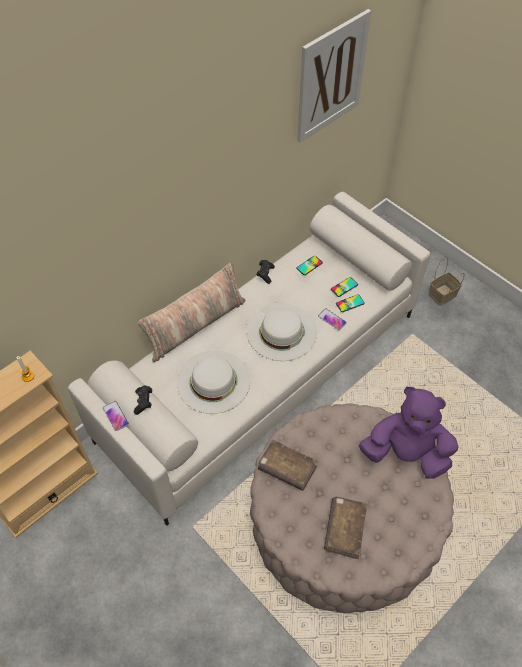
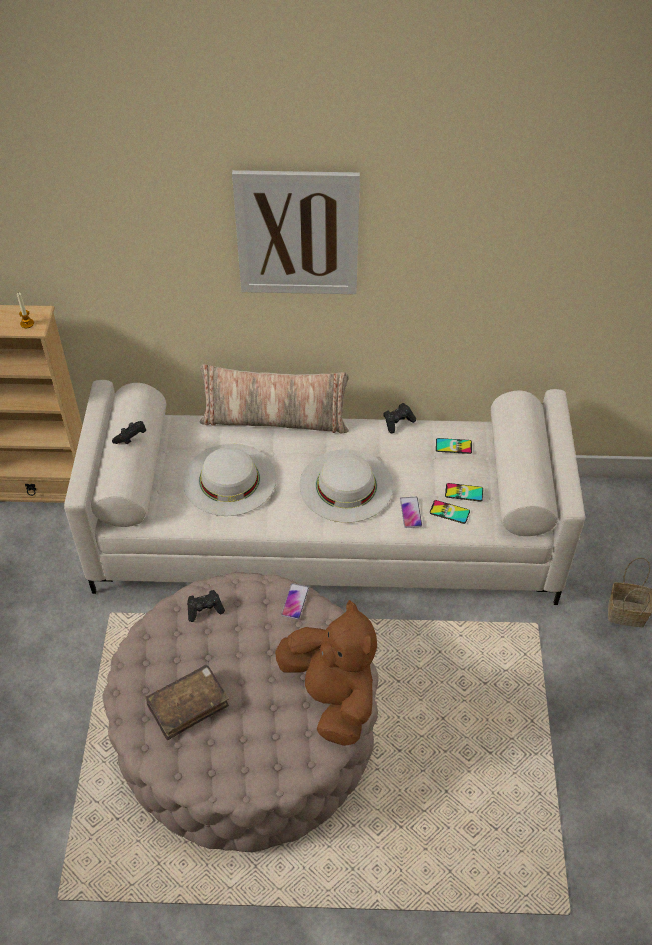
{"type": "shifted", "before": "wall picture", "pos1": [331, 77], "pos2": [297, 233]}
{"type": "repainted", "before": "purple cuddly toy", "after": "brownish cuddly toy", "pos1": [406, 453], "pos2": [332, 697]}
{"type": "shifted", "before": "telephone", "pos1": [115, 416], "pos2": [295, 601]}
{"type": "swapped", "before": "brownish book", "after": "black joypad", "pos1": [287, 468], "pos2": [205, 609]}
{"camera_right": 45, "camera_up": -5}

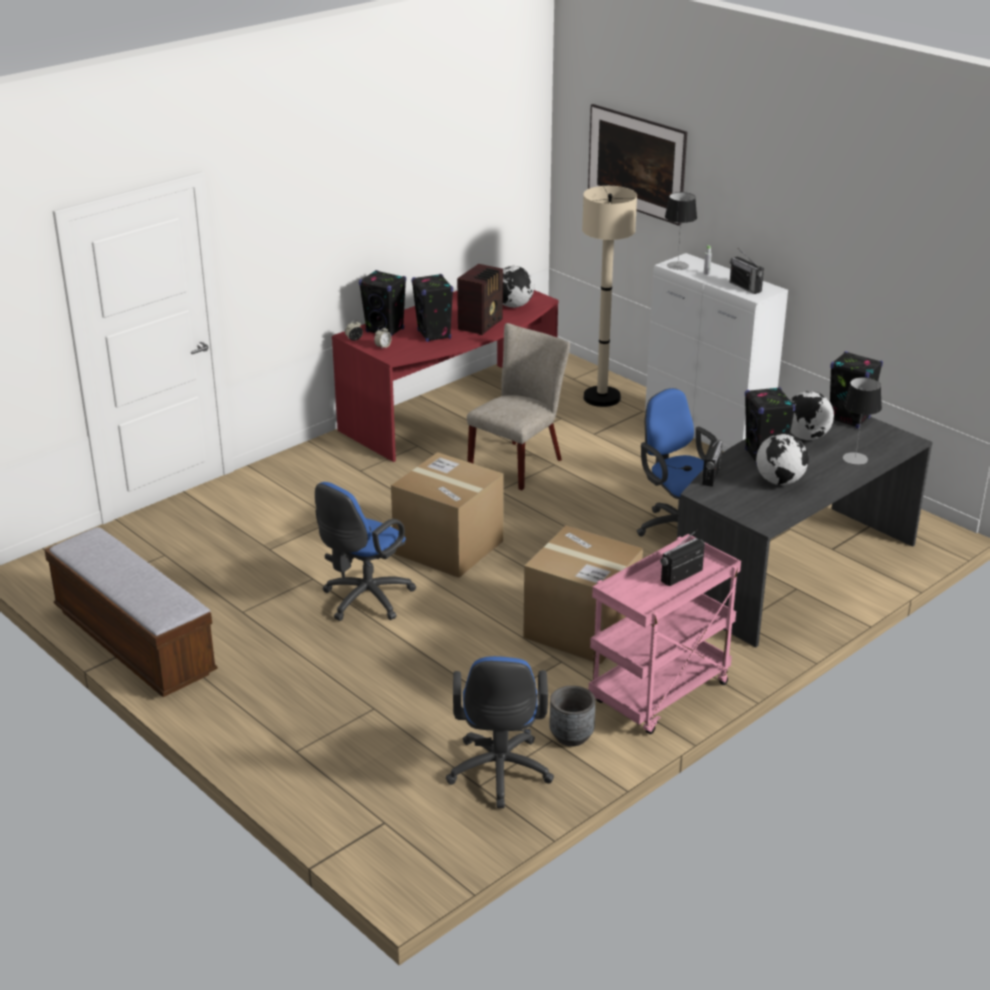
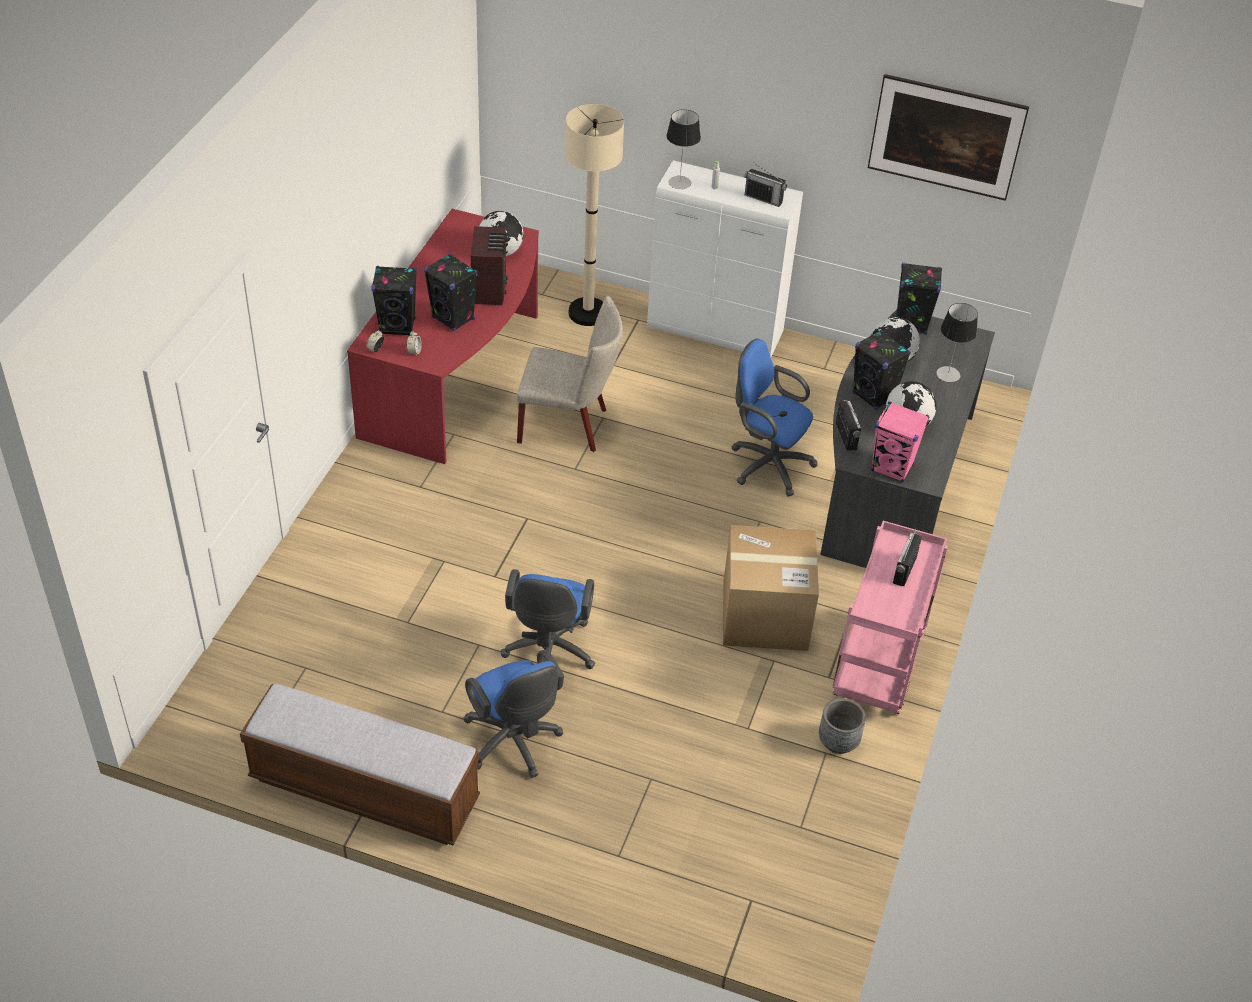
{"type": "shifted", "before": "wall picture", "pos1": [635, 186], "pos2": [941, 159]}
{"type": "rotated", "before": "beige chair", "pos1": [519, 462], "pos2": [569, 425], "turn": 90}
{"type": "gone", "before": "packing box", "pos1": [448, 547]}
{"type": "shifted", "before": "blue computer chair", "pos1": [499, 775], "pos2": [514, 744]}
{"type": "new", "after": "pinkish speaker", "pos2": [892, 468]}
{"camera_right": -30, "camera_up": 15}

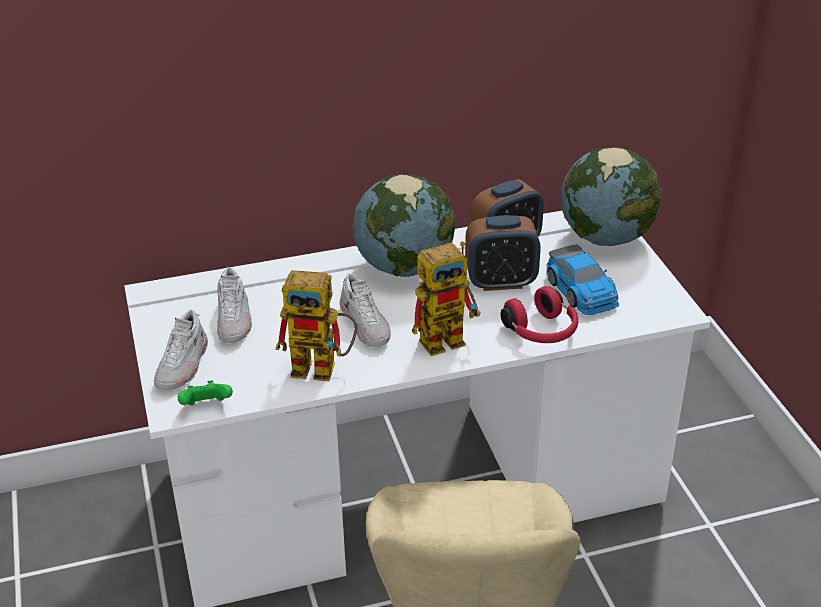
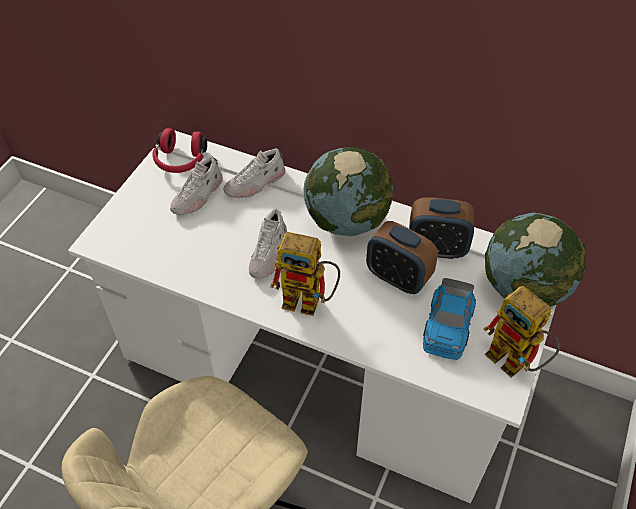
{"type": "shifted", "before": "toy robot", "pos1": [324, 368], "pos2": [515, 362]}
{"type": "shifted", "before": "red headphones", "pos1": [542, 332], "pos2": [180, 161]}
{"type": "shifted", "before": "whitish item of footwear", "pos1": [183, 366], "pos2": [255, 183]}
{"type": "gone", "before": "green joypad", "pos1": [207, 407]}
{"camera_right": 40, "camera_up": 15}

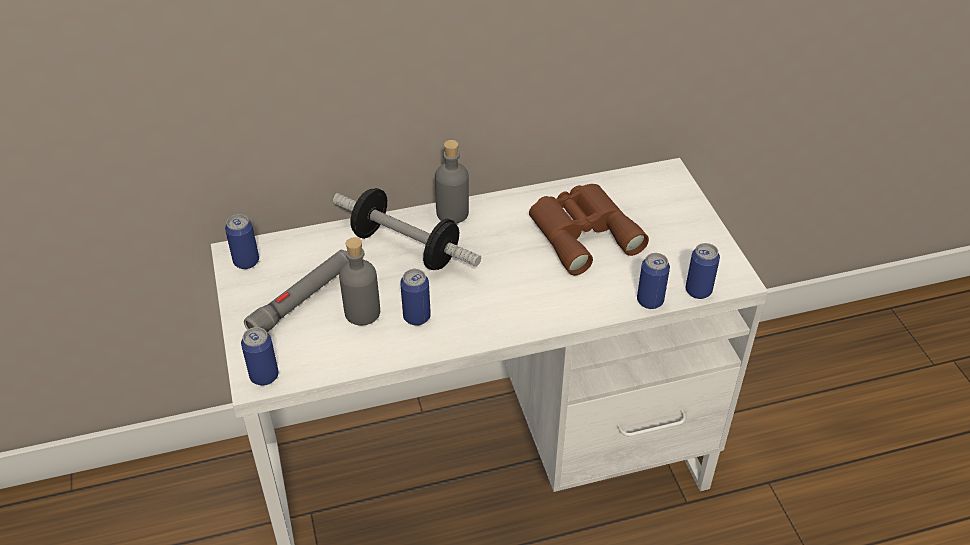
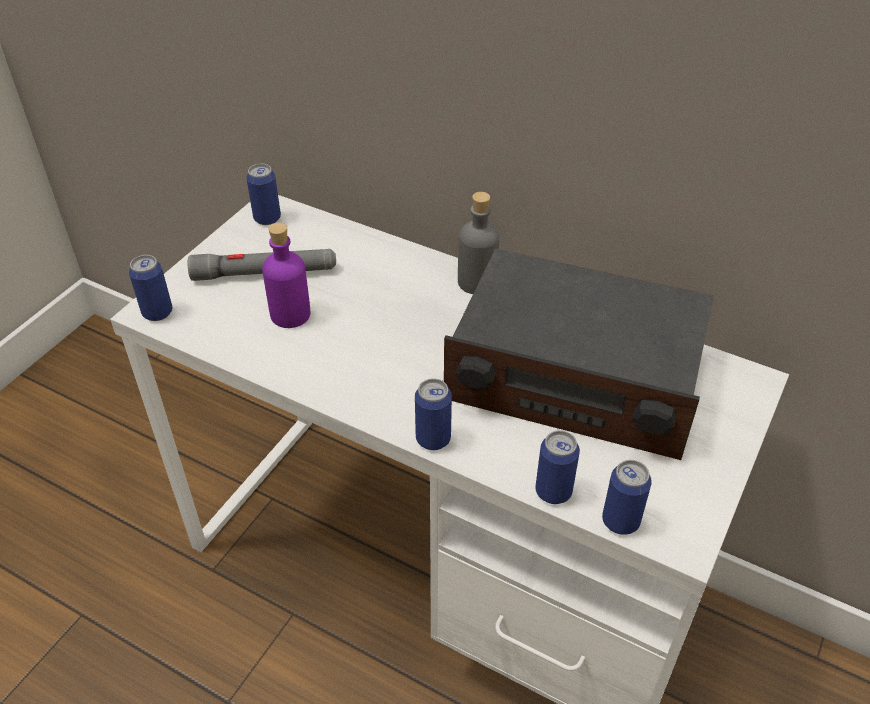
{"type": "swapped", "before": "brownish pair of binoculars", "after": "radio", "pos1": [582, 232], "pos2": [575, 377]}
{"type": "gone", "before": "free weight", "pos1": [406, 248]}
{"type": "repainted", "before": "grey beverage bottle", "after": "purple beverage bottle", "pos1": [362, 312], "pos2": [290, 314]}
{"type": "shifted", "before": "metal can", "pos1": [417, 317], "pos2": [433, 439]}
{"camera_right": 45, "camera_up": 0}

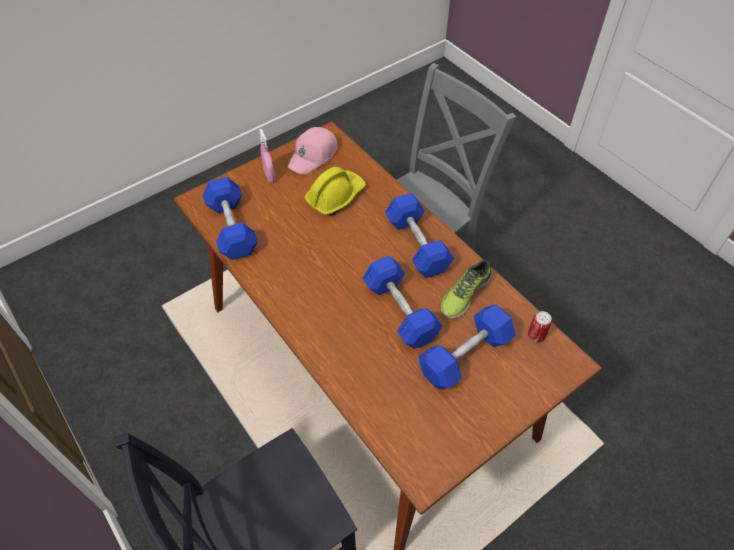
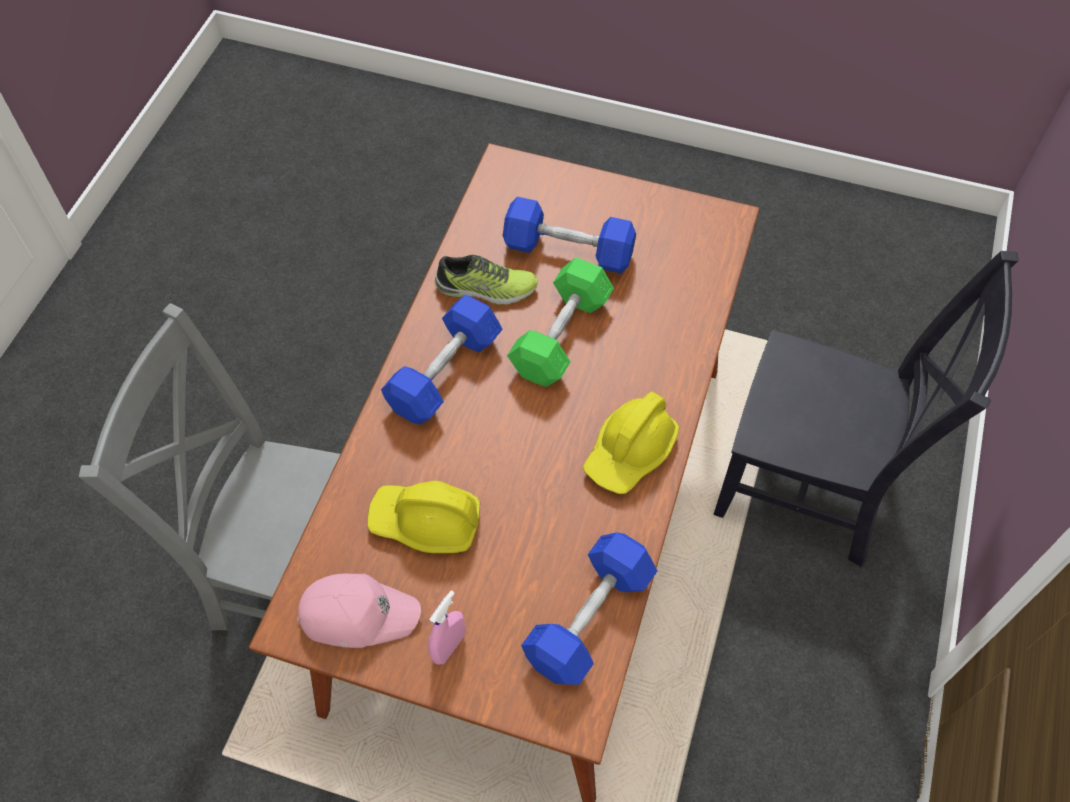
{"type": "repainted", "before": "blue free weight", "after": "green free weight", "pos1": [400, 311], "pos2": [561, 335]}
{"type": "gone", "before": "metal can", "pos1": [536, 336]}
{"type": "new", "after": "yellow work helmet", "pos2": [630, 452]}
{"camera_right": -125, "camera_up": 5}

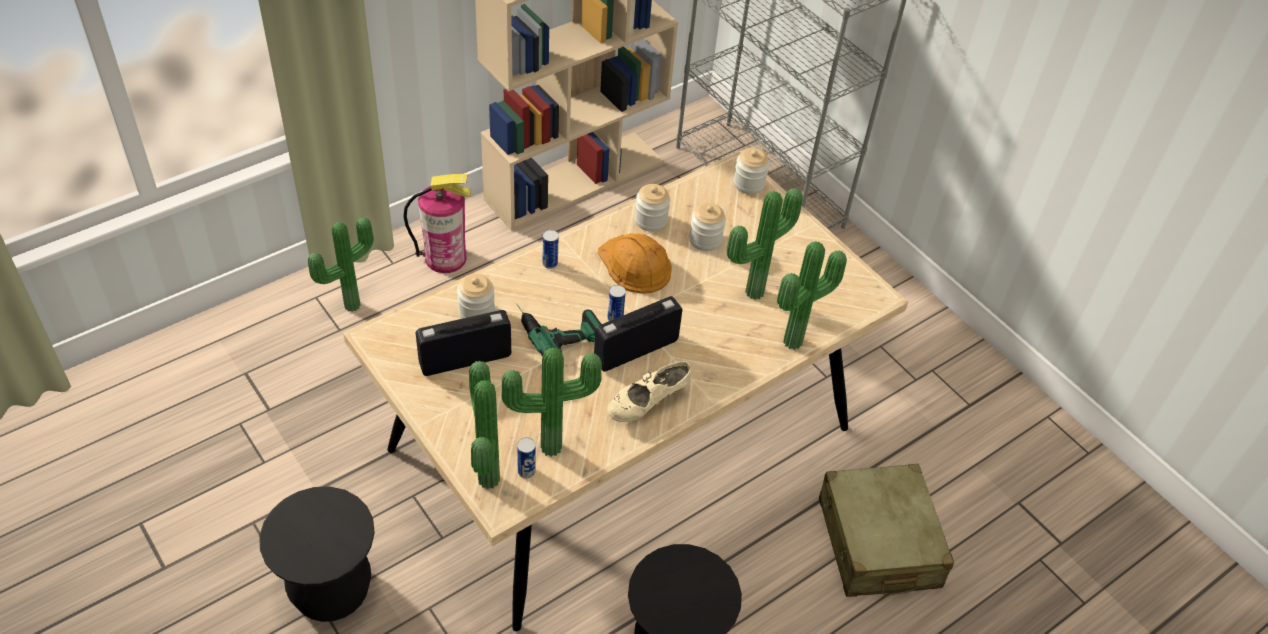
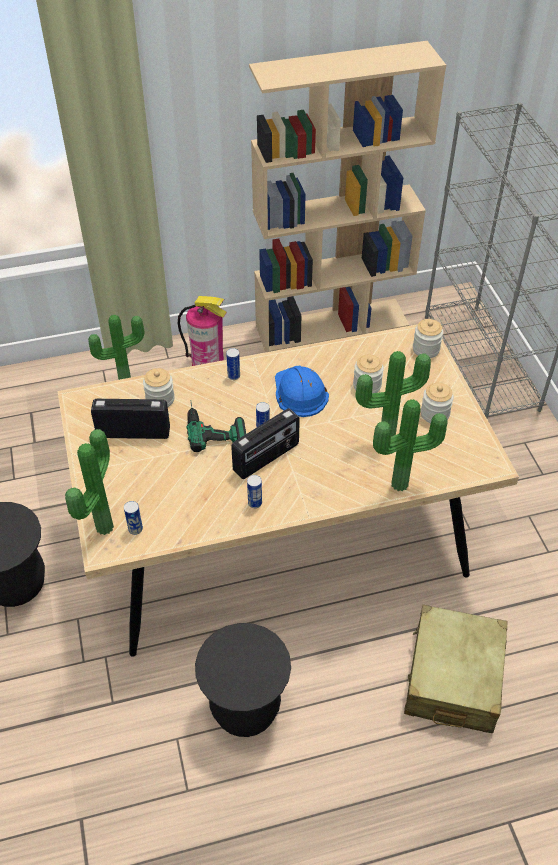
{"type": "shifted", "before": "storage jar", "pos1": [651, 220], "pos2": [435, 414]}
{"type": "repainted", "before": "orangey work helmet", "after": "blue work helmet", "pos1": [634, 265], "pos2": [299, 392]}
{"type": "rotated", "before": "radio", "pos1": [635, 349], "pos2": [266, 458], "turn": 150}
{"type": "gone", "before": "houseplant", "pos1": [550, 444]}
{"type": "swapped", "before": "beige item of footwear", "after": "metal can", "pos1": [647, 404], "pos2": [255, 503]}
{"camera_right": 25, "camera_up": 0}

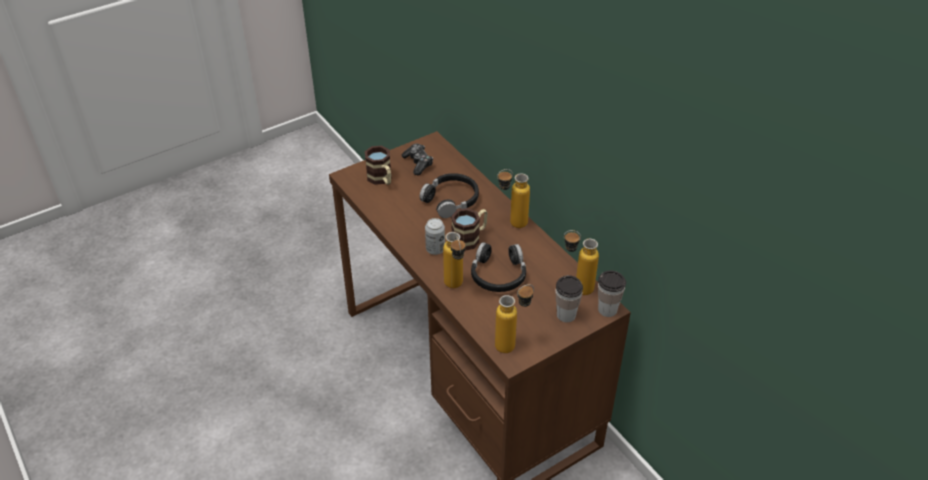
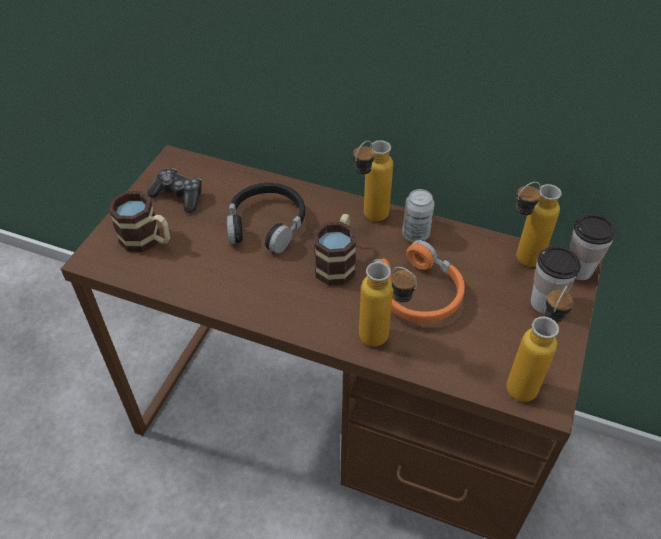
{"type": "shifted", "before": "metal can", "pos1": [435, 249], "pos2": [415, 234]}
{"type": "repainted", "before": "black headphones", "after": "orangey headphones", "pos1": [498, 274], "pos2": [417, 293]}
{"camera_right": -35, "camera_up": 5}

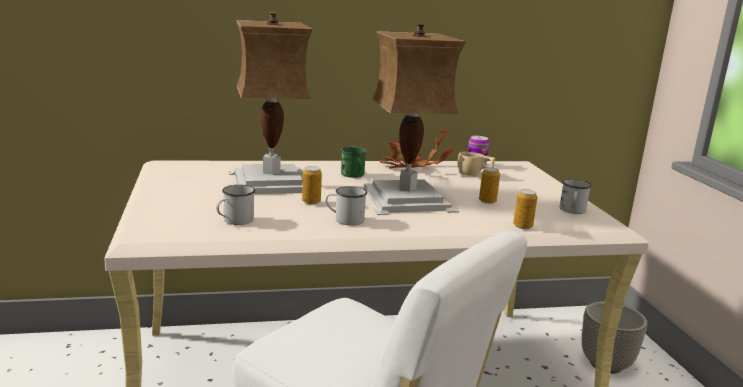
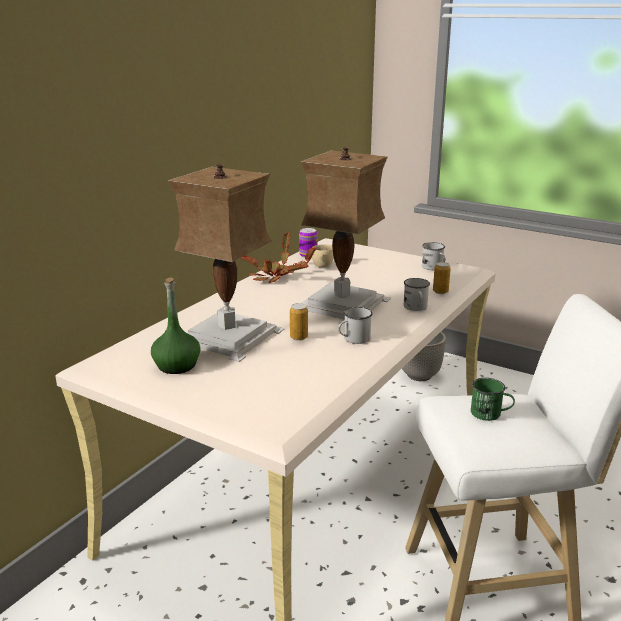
{"type": "shifted", "before": "green mug", "pos1": [354, 175], "pos2": [490, 414]}
{"type": "gone", "before": "metal can", "pos1": [487, 201]}
{"type": "shifted", "before": "whitish mug", "pos1": [234, 221], "pos2": [416, 308]}
{"type": "new", "after": "green beverage bottle", "pos2": [177, 365]}
{"camera_right": -45, "camera_up": 5}

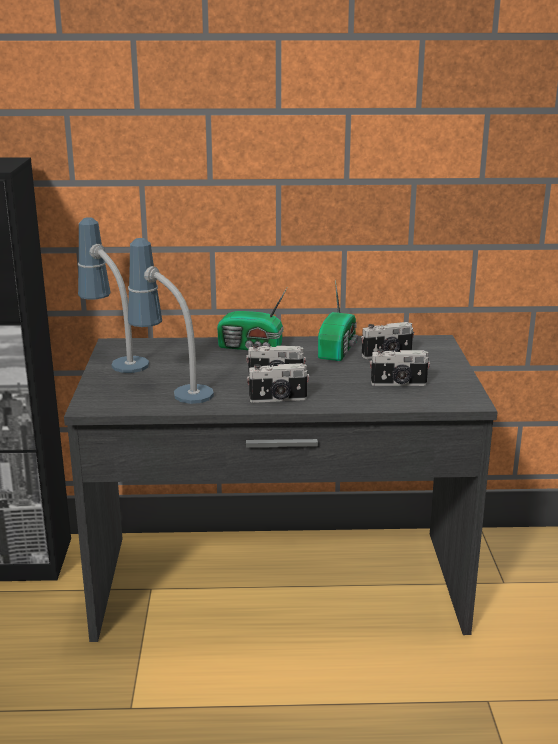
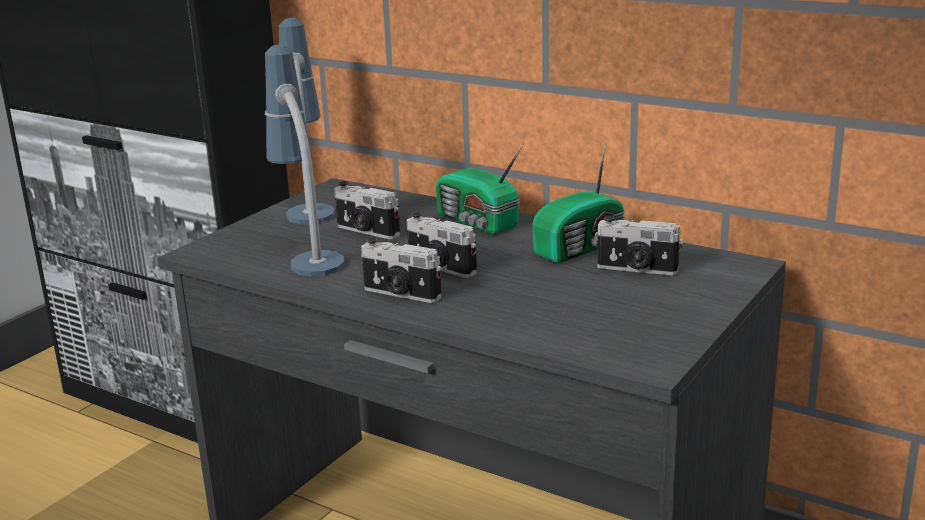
{"type": "shifted", "before": "still camera", "pos1": [399, 384], "pos2": [367, 231]}
{"camera_right": 35, "camera_up": 0}

